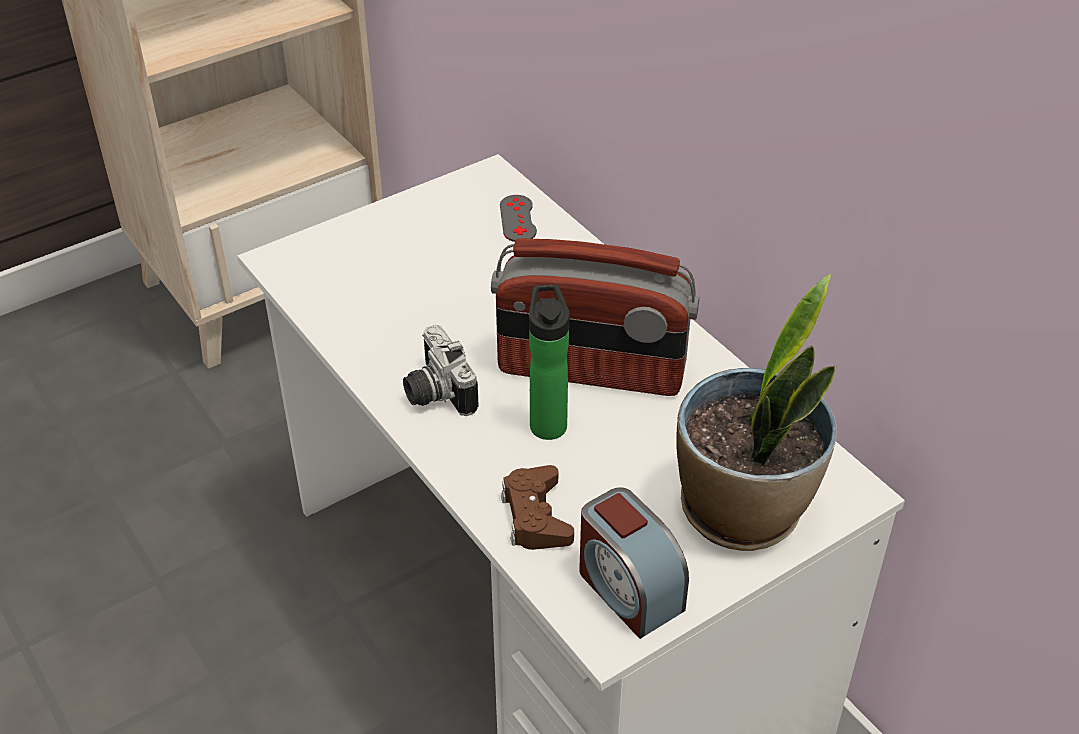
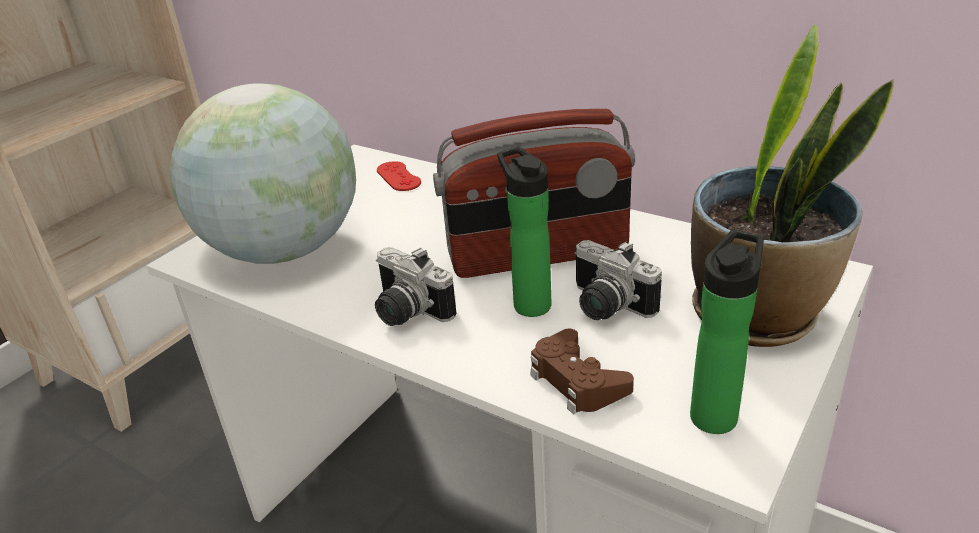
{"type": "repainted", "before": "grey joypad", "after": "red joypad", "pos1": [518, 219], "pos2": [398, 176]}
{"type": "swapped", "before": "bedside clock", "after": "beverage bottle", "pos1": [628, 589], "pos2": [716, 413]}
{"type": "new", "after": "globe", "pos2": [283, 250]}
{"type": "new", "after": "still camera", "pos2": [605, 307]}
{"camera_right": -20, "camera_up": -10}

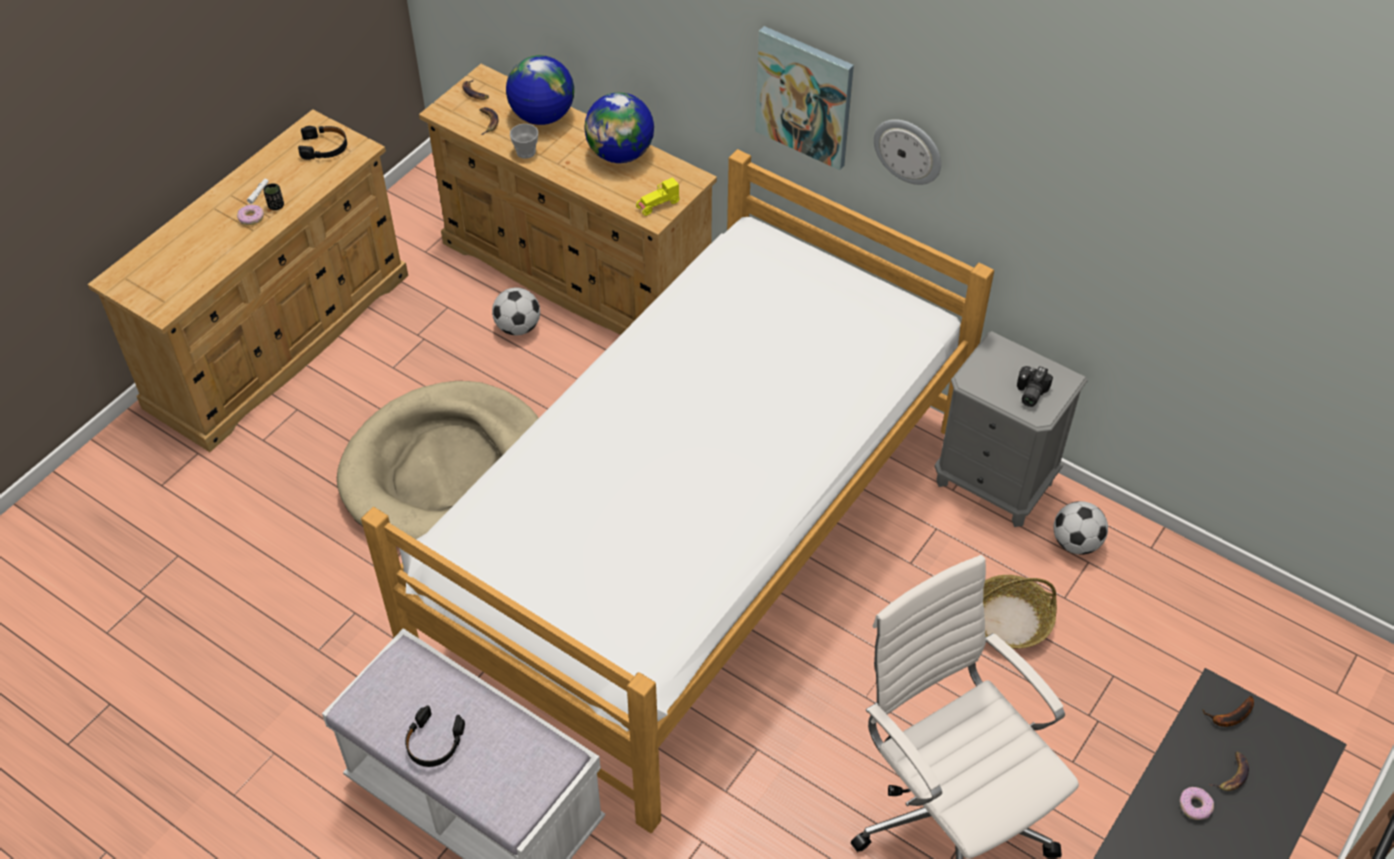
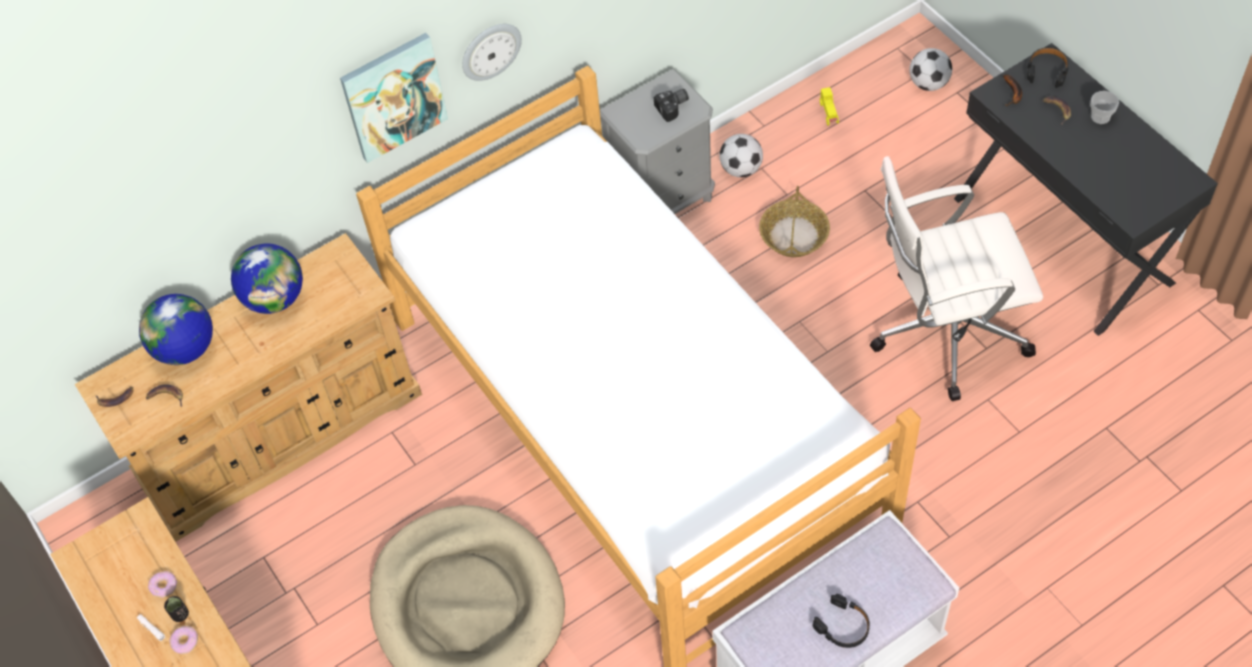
{"type": "shifted", "before": "small cup", "pos1": [526, 152], "pos2": [1100, 117]}
{"type": "shifted", "before": "black headphones", "pos1": [324, 147], "pos2": [1047, 70]}
{"type": "shifted", "before": "yellow model car", "pos1": [658, 205], "pos2": [829, 113]}
{"type": "shifted", "before": "football ball", "pos1": [518, 327], "pos2": [928, 83]}
{"type": "rotated", "before": "still camera", "pos1": [1029, 393], "pos2": [673, 108], "turn": -75}
{"type": "shifted", "before": "donut", "pos1": [1195, 806], "pos2": [164, 586]}
{"camera_right": -65, "camera_up": 5}

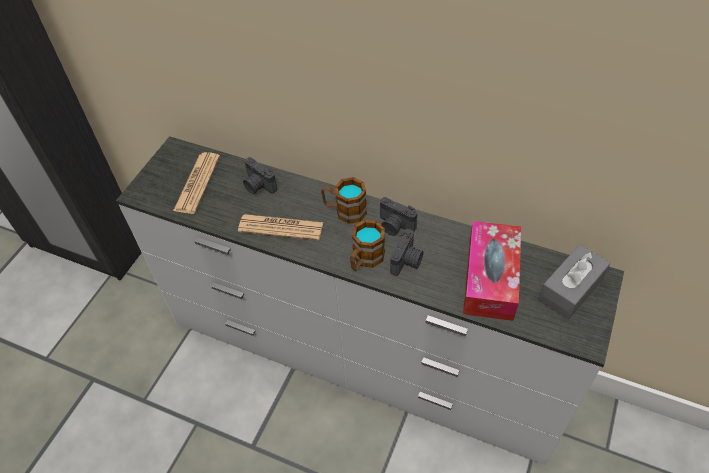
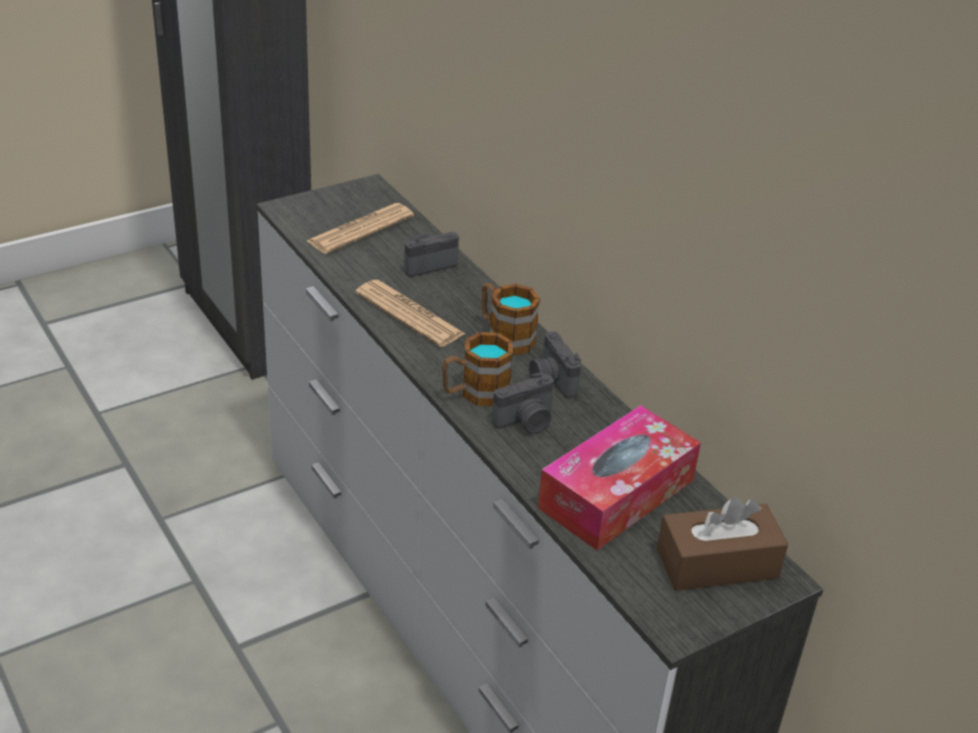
{"type": "rotated", "before": "still camera", "pos1": [258, 186], "pos2": [427, 264], "turn": 75}
{"type": "repainted", "before": "grey tissue holder", "after": "brownish tissue holder", "pos1": [570, 289], "pos2": [717, 564]}
{"camera_right": 30, "camera_up": -15}

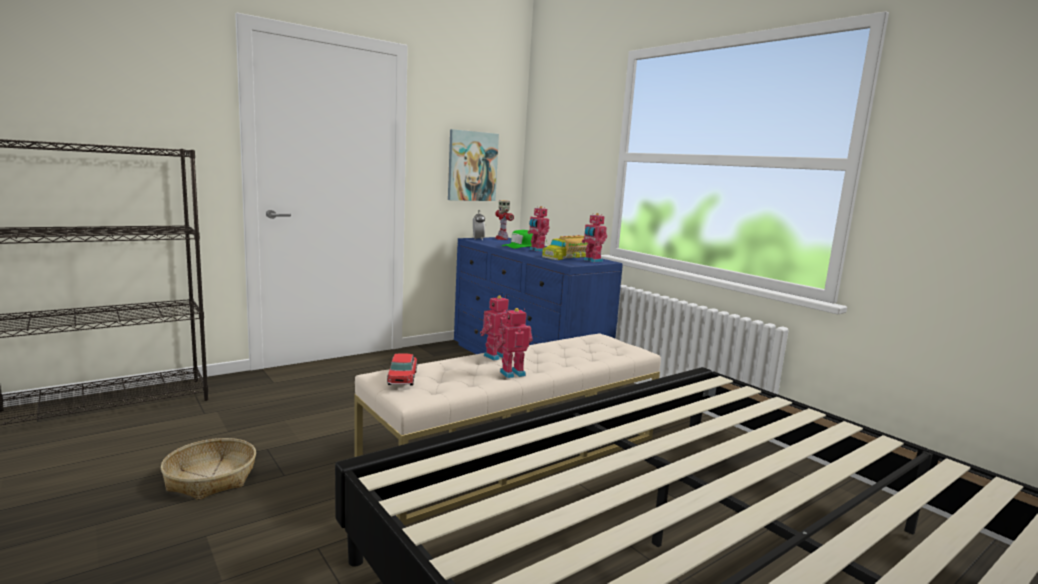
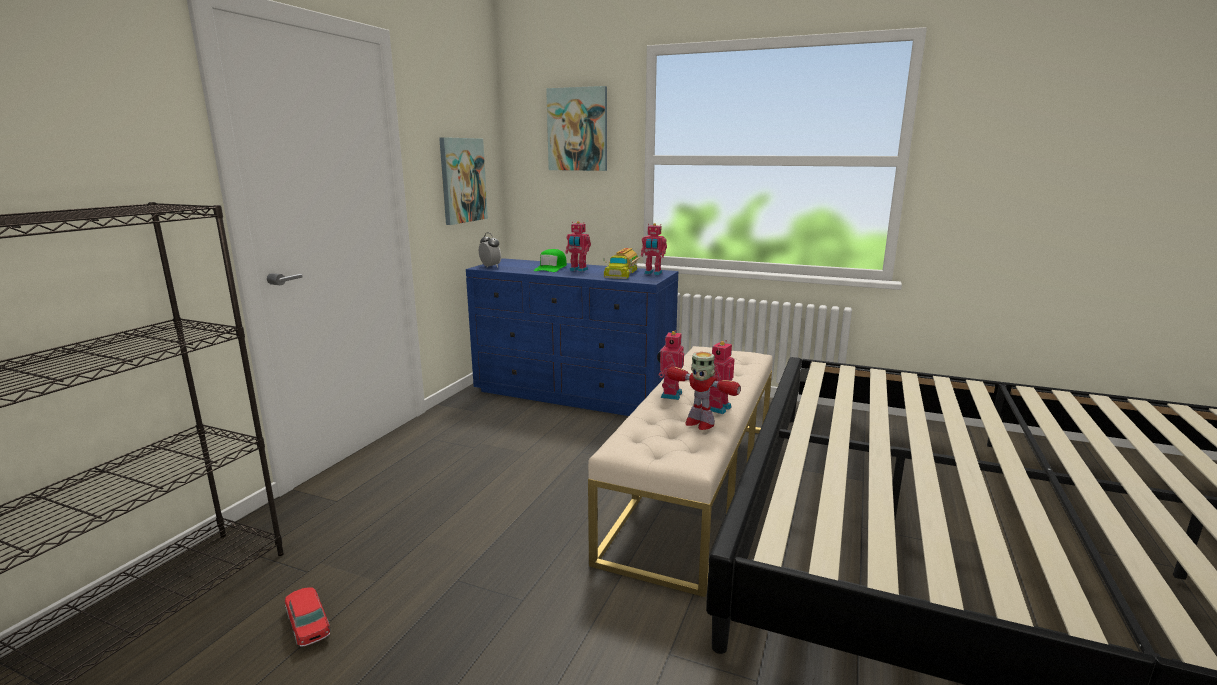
{"type": "shifted", "before": "toy robot", "pos1": [501, 238], "pos2": [699, 423]}
{"type": "shifted", "before": "model car", "pos1": [402, 378], "pos2": [308, 624]}
{"type": "gone", "before": "storage basket", "pos1": [210, 478]}
{"type": "new", "after": "wall picture", "pos2": [578, 129]}
{"camera_right": -30, "camera_up": 5}

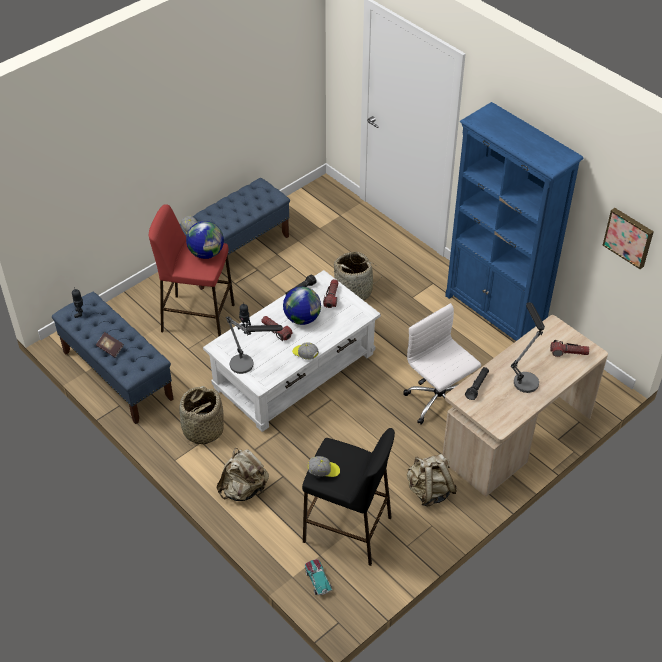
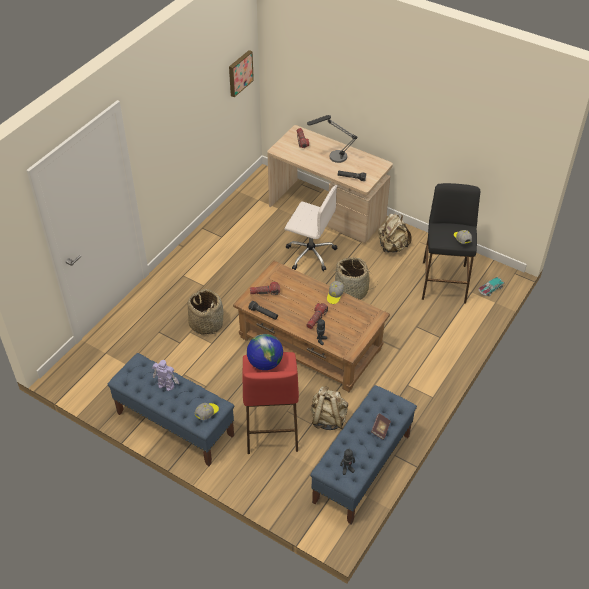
{"type": "gone", "before": "blue shelving unit", "pos1": [495, 313]}
{"type": "repainted", "before": "whitish lounge table", "after": "brownish lounge table", "pos1": [294, 371], "pos2": [311, 343]}
{"type": "gone", "before": "globe", "pos1": [302, 318]}
{"type": "rotated", "before": "whitish computer chair", "pos1": [439, 401], "pos2": [309, 253], "turn": -105}
{"type": "gone", "before": "tabletop lamp", "pos1": [249, 365]}
{"type": "shifted", "before": "storage basket", "pos1": [202, 430], "pos2": [352, 291]}
{"type": "shifted", "before": "beige rucksack", "pos1": [243, 489], "pos2": [328, 419]}
{"type": "new", "after": "toy robot", "pos2": [165, 385]}
{"camera_right": -105, "camera_up": 0}

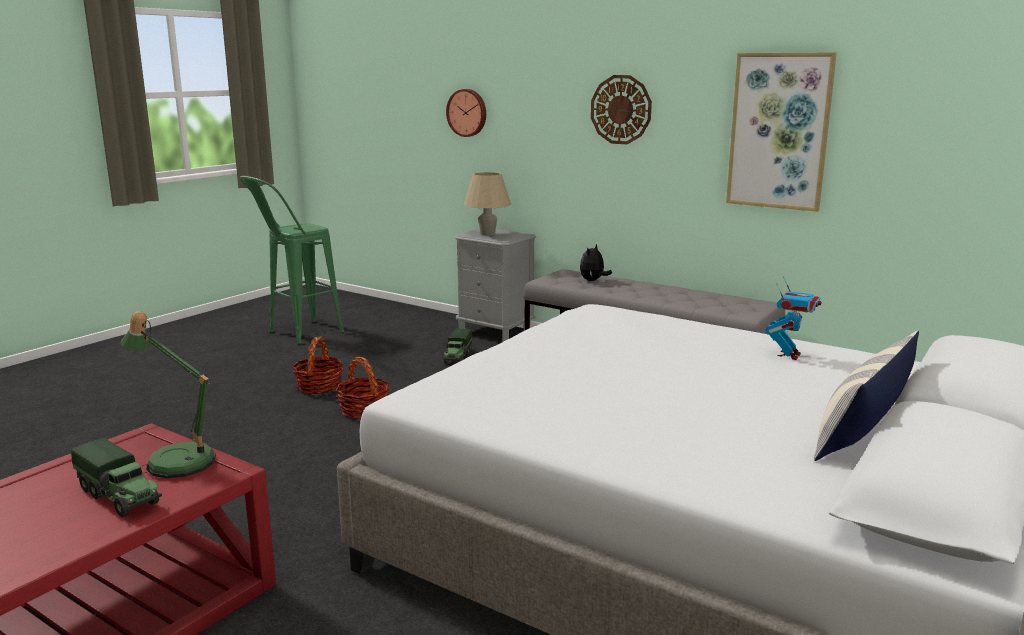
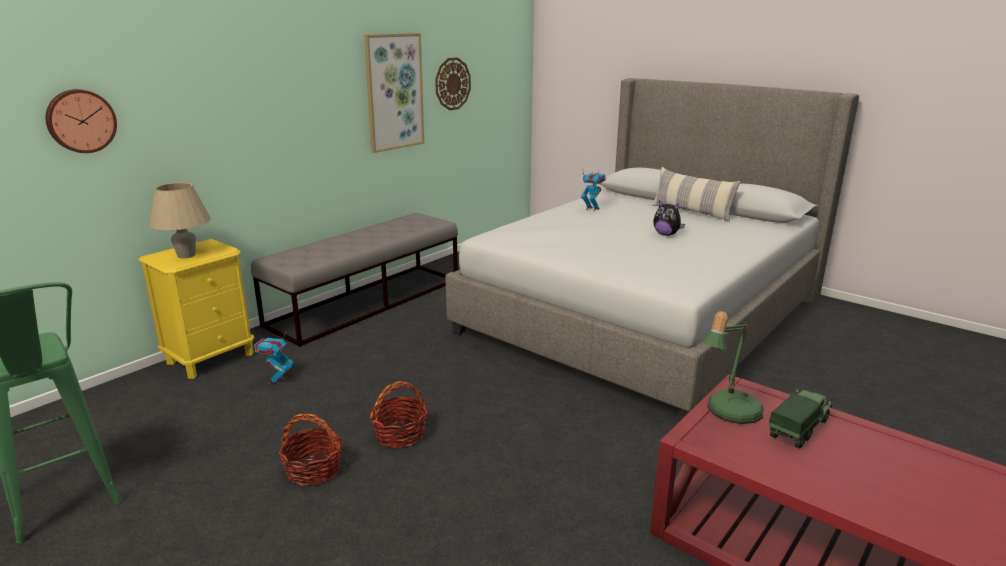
{"type": "shifted", "before": "hanging clock", "pos1": [621, 109], "pos2": [452, 84]}
{"type": "repainted", "before": "grey bedside table", "after": "yellow bedside table", "pos1": [495, 332], "pos2": [211, 358]}
{"type": "shifted", "before": "cuddly toy", "pos1": [593, 280], "pos2": [666, 234]}
{"type": "swapped", "before": "toy truck", "after": "toy robot", "pos1": [458, 357], "pos2": [277, 380]}
{"camera_right": -85, "camera_up": 5}

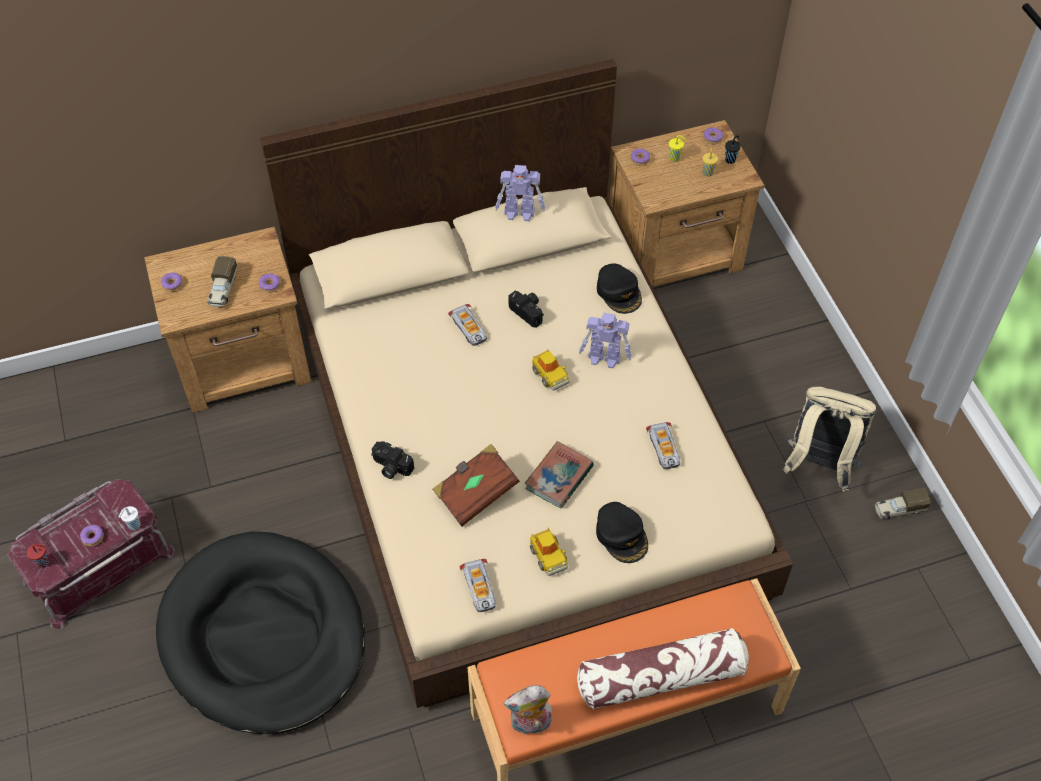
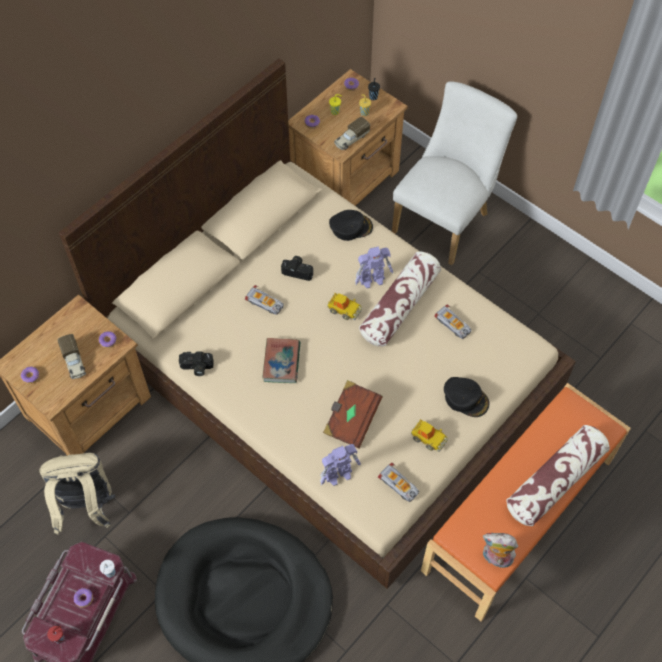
{"type": "shifted", "before": "toy robot", "pos1": [520, 213], "pos2": [339, 474]}
{"type": "rotated", "before": "black peaked cap", "pos1": [619, 292], "pos2": [351, 227], "turn": -45}
{"type": "shifted", "before": "beige rucksack", "pos1": [819, 465], "pos2": [86, 507]}
{"type": "shifted", "before": "still camera", "pos1": [390, 467], "pos2": [196, 368]}
{"type": "shifted", "before": "book", "pos1": [559, 477], "pos2": [281, 362]}
{"type": "shifted", "before": "toy truck", "pos1": [898, 509], "pos2": [351, 139]}
{"type": "rotated", "before": "cuddly toy", "pos1": [530, 724], "pos2": [496, 558], "turn": 60}
{"type": "new", "after": "whitish chair", "pos2": [445, 219]}
{"type": "new", "after": "cushion", "pos2": [400, 306]}
{"camera_right": -30, "camera_up": 5}

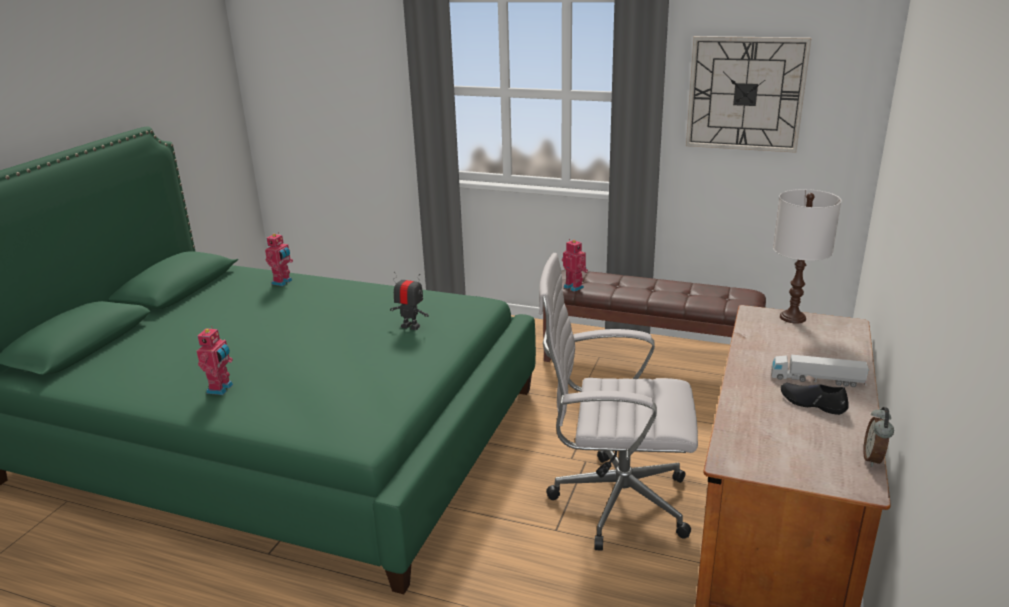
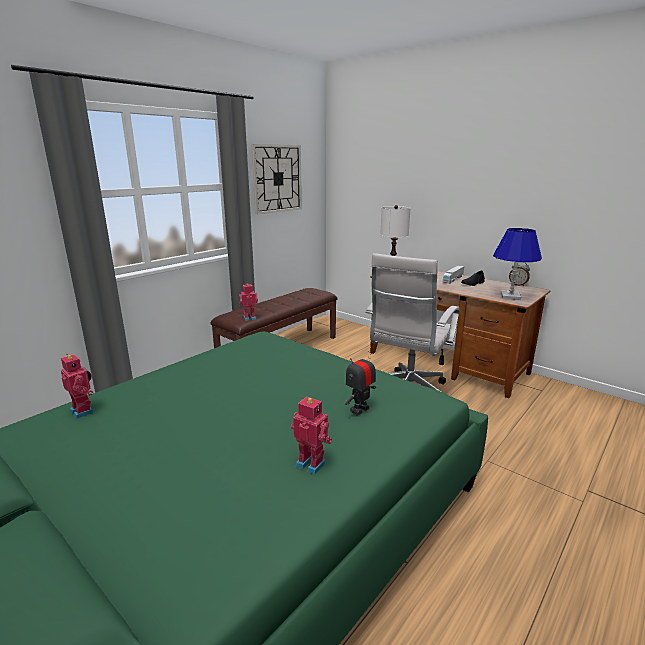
{"type": "shifted", "before": "toy robot", "pos1": [410, 326], "pos2": [359, 409]}
{"type": "new", "after": "blue tabletop lamp", "pos2": [510, 296]}
{"camera_right": -70, "camera_up": -5}

